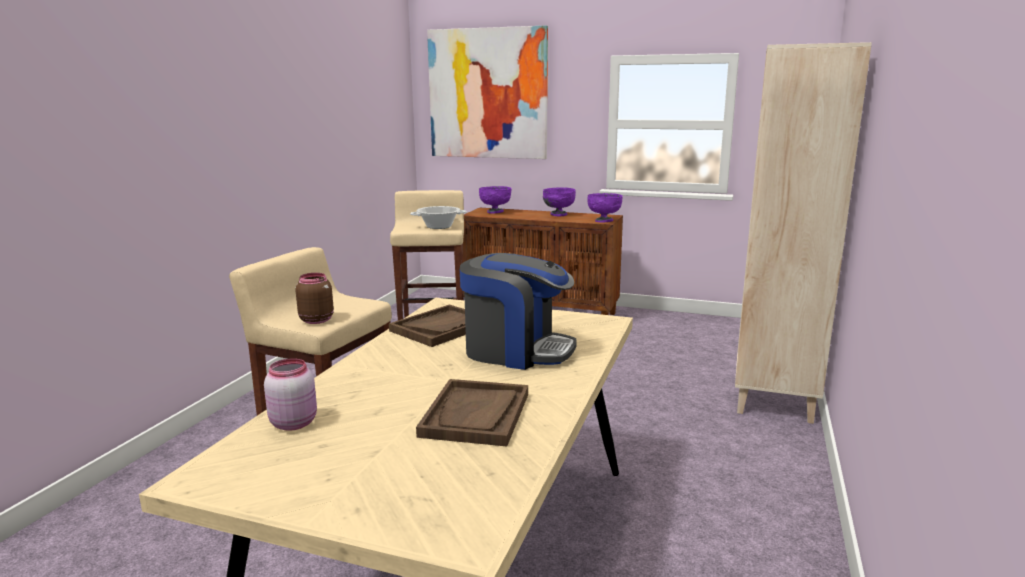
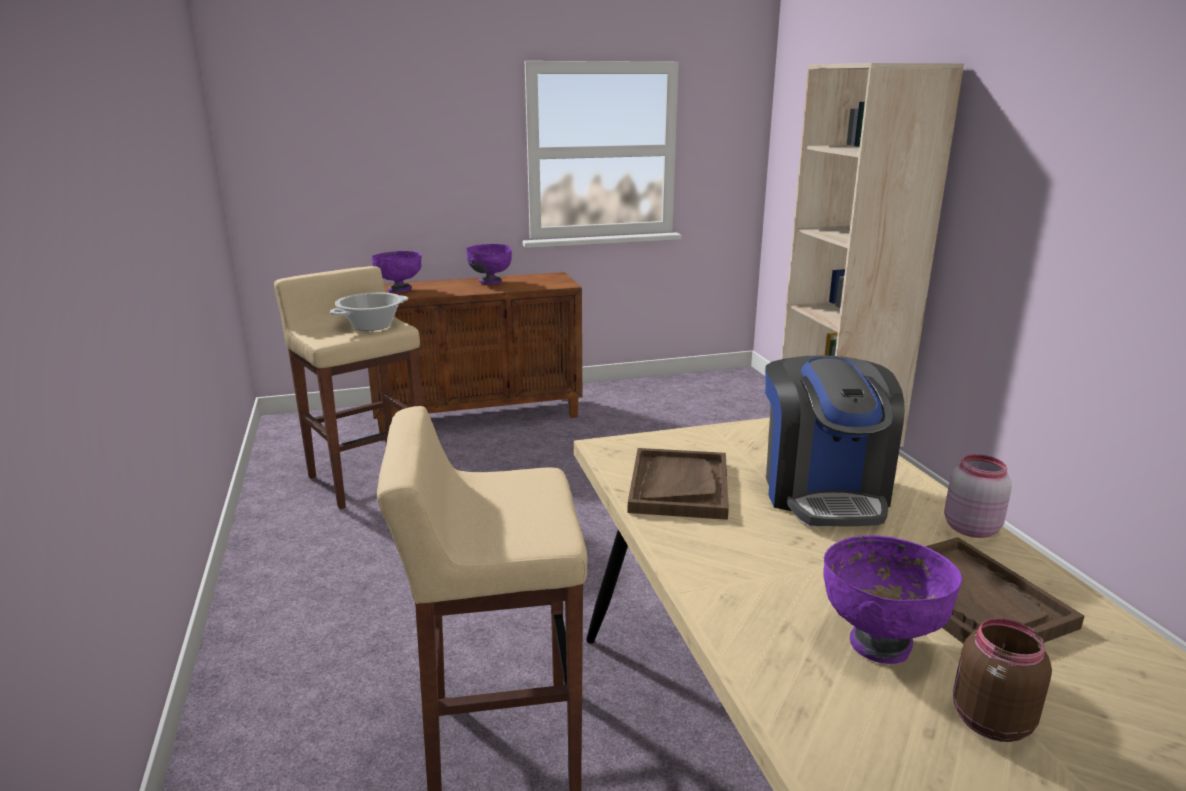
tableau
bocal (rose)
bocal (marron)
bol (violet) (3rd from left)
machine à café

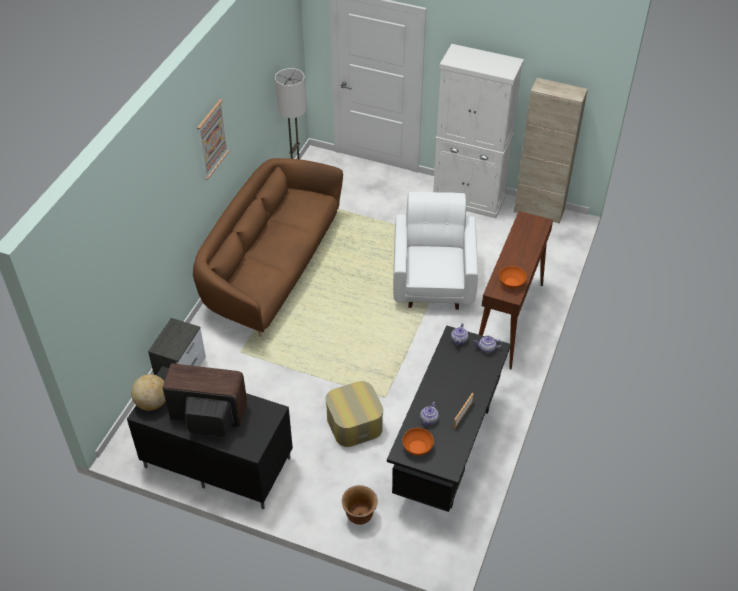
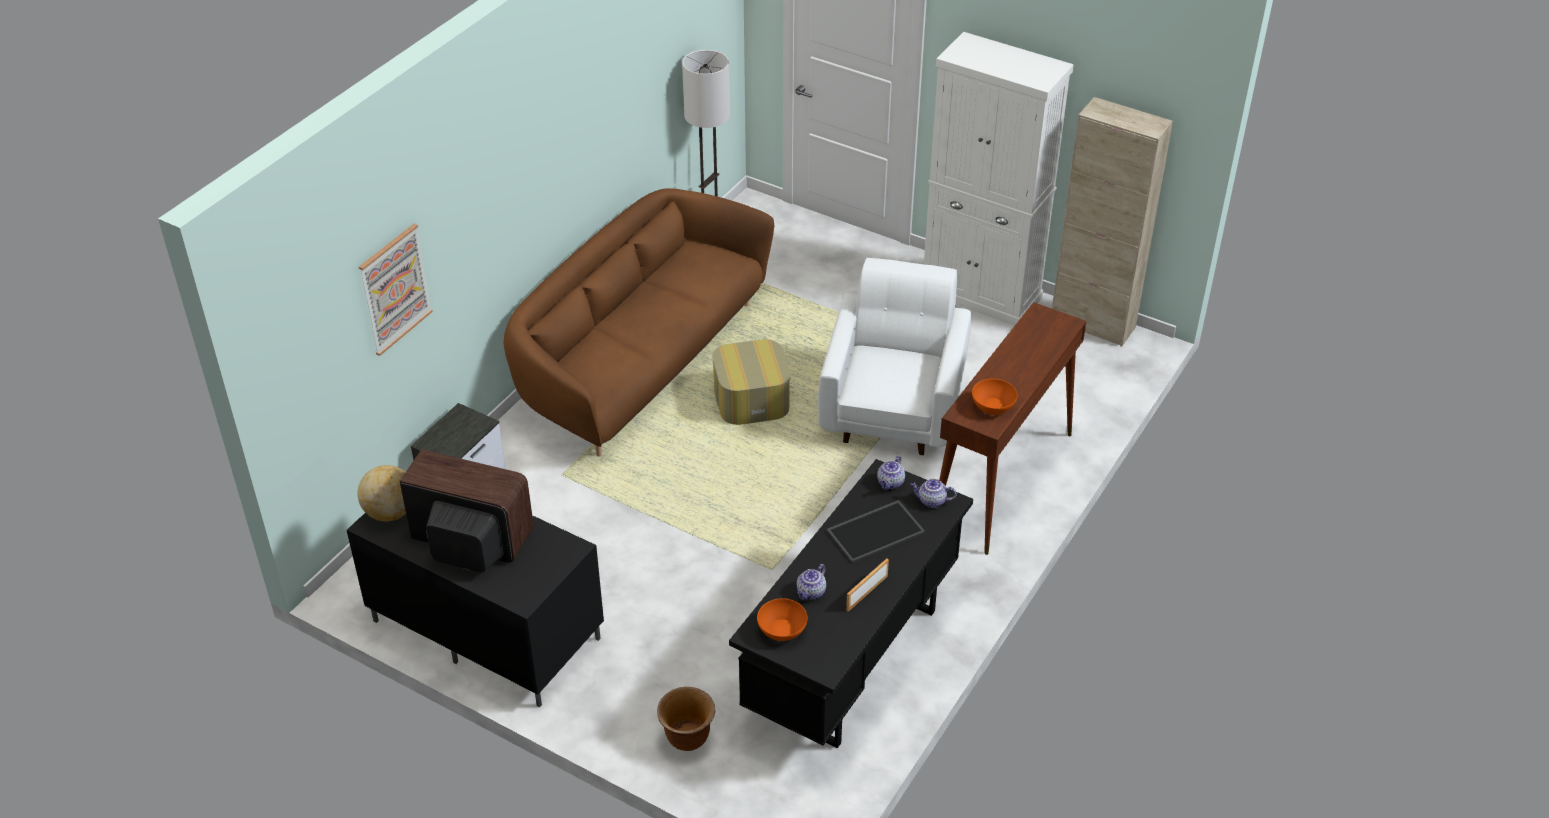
plateau
tableau
pouf

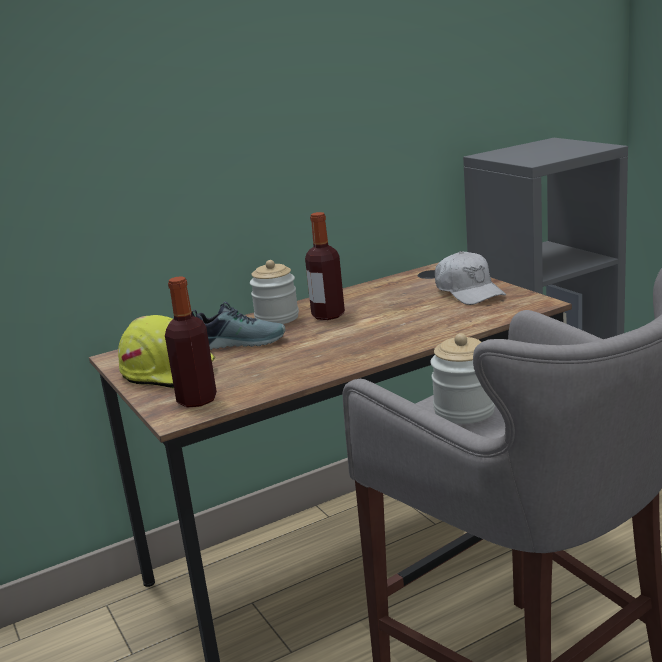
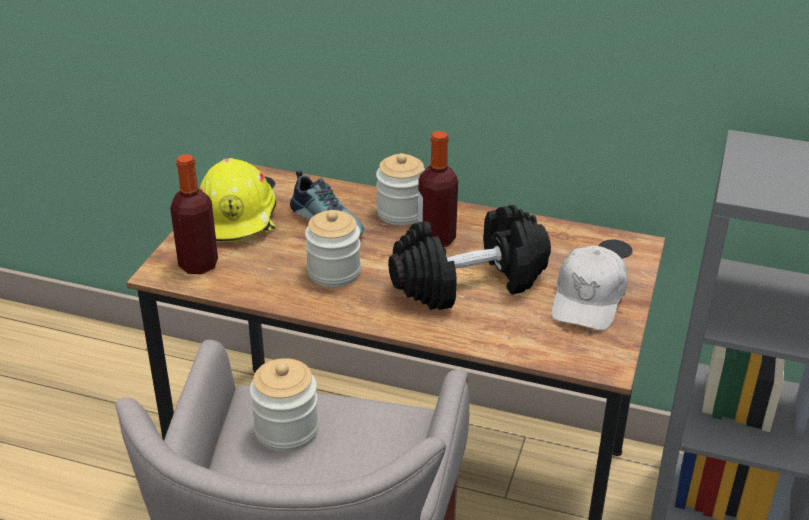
bocal (2nd from left)
haltère (noir)

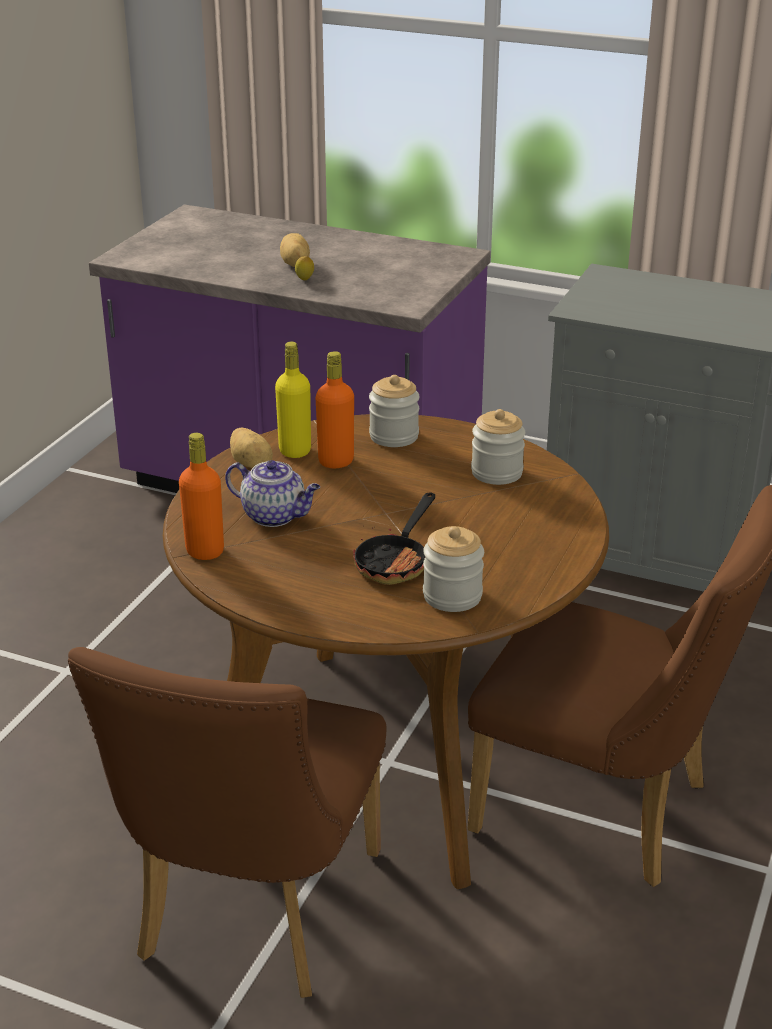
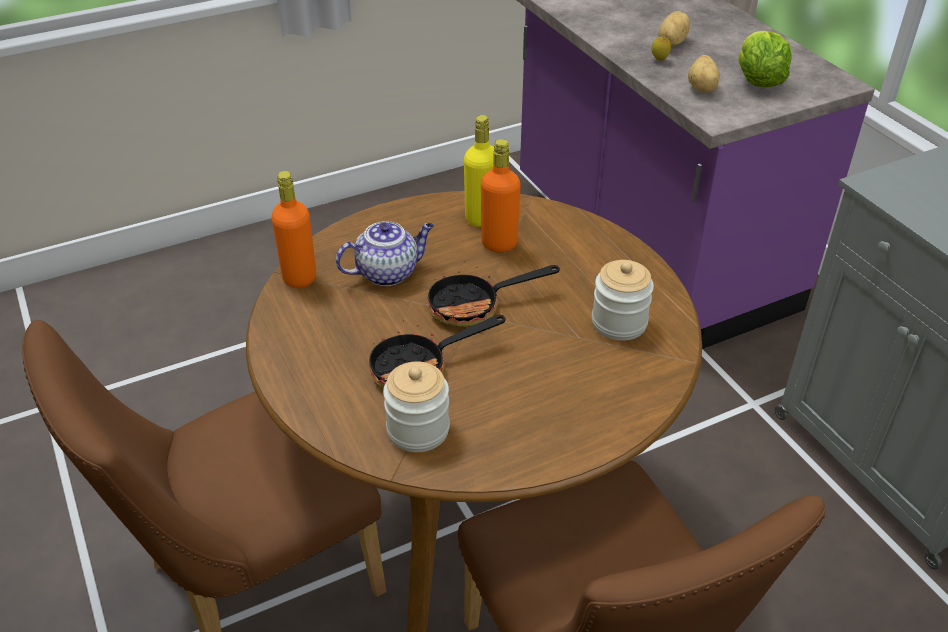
bocal (1st from left in the first image)
poêle (2nd from left)
laitue
pomme de terre (2nd from left)
théière

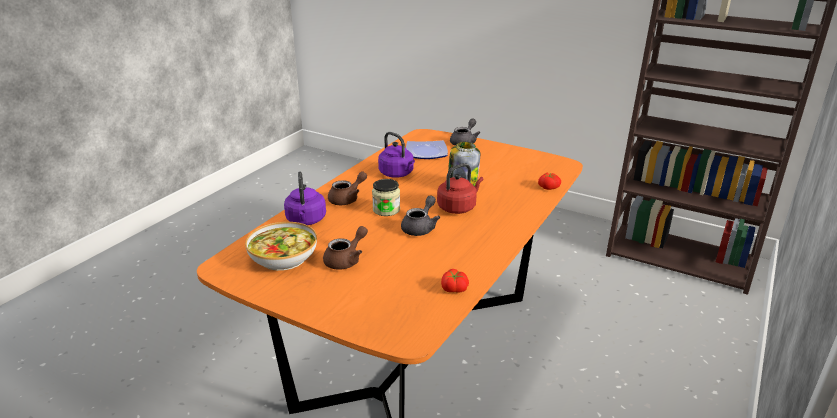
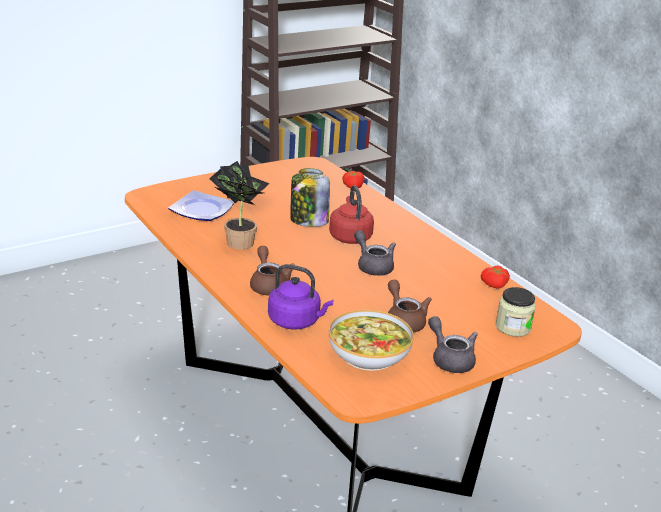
bocal (2nd from left)
théière (gris) (2nd from left)
plante en pot

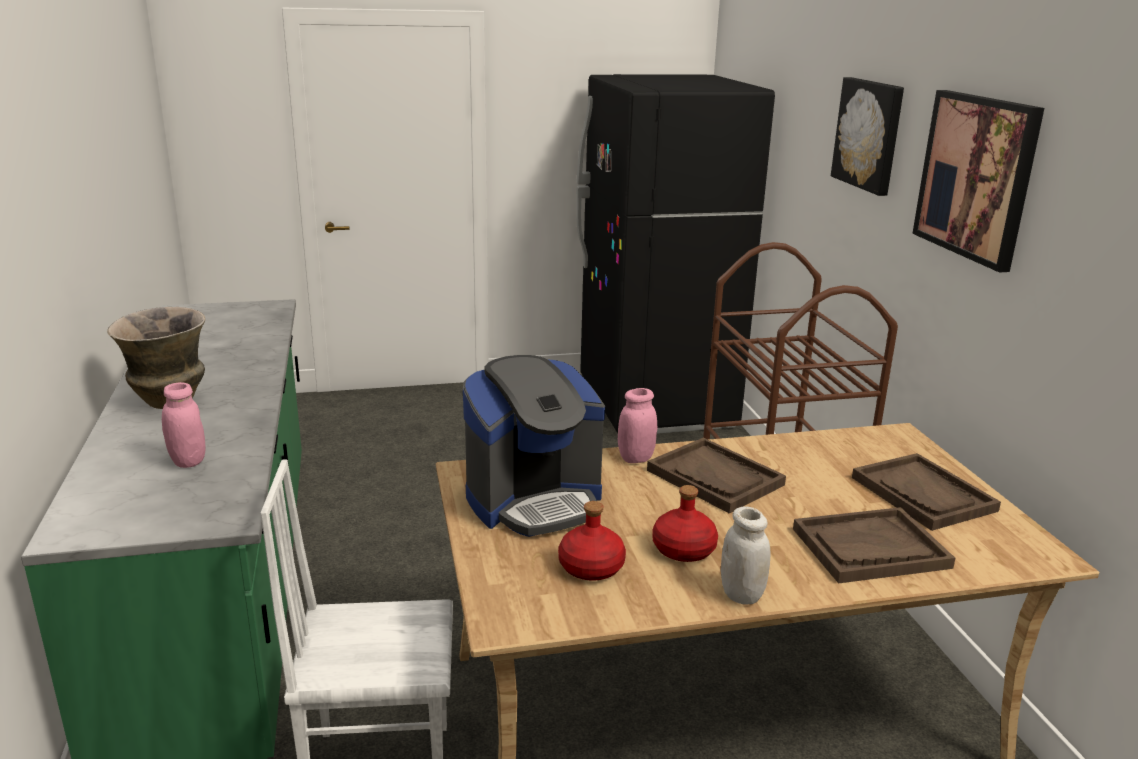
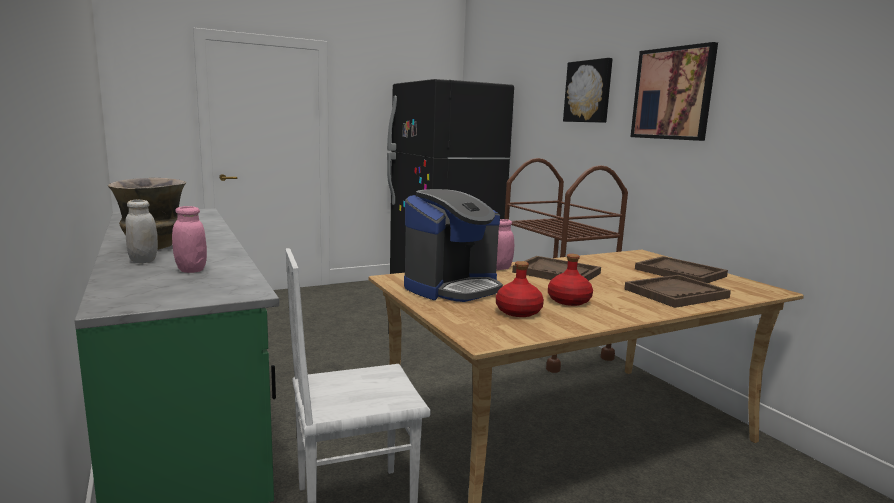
bocal (blanc)

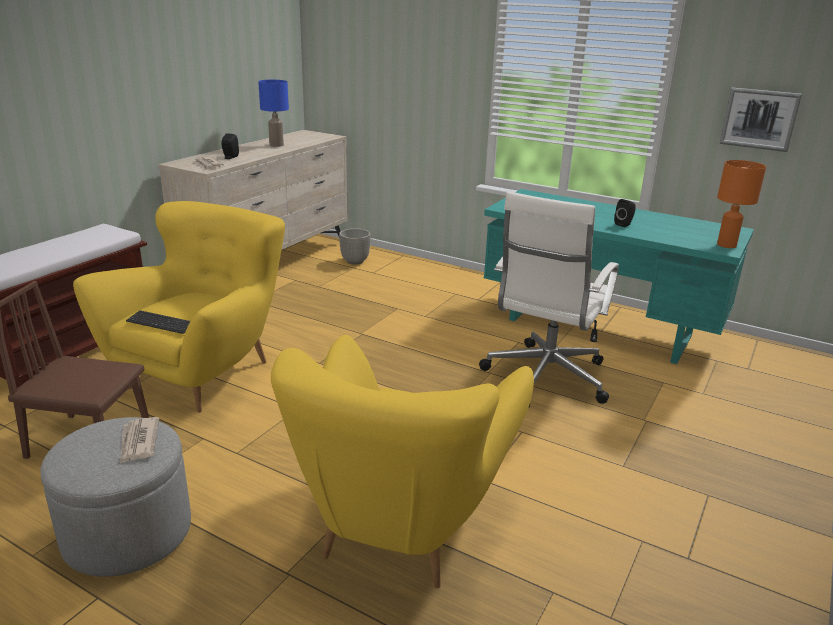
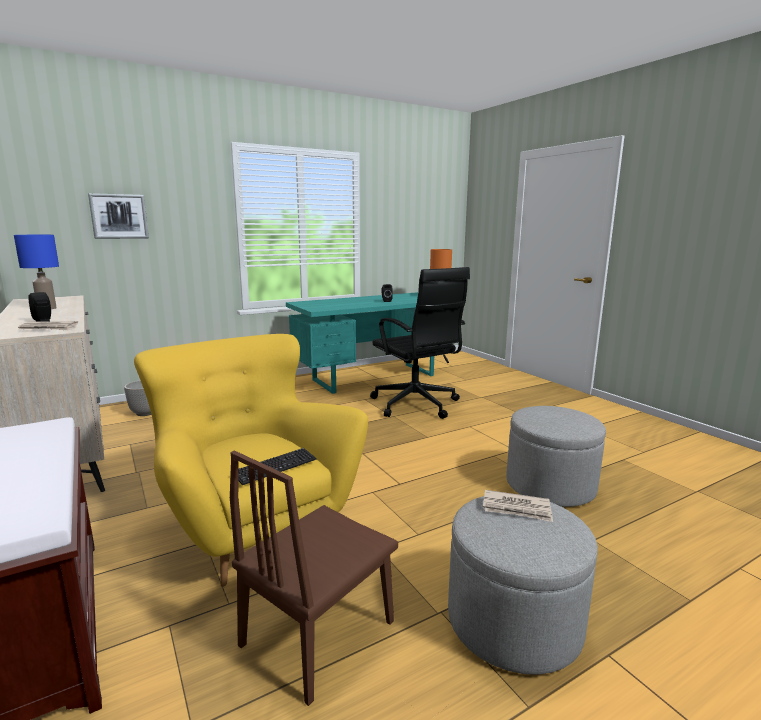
tableau
pouf (gris) (2nd from left)
chaise de bureau (noir)

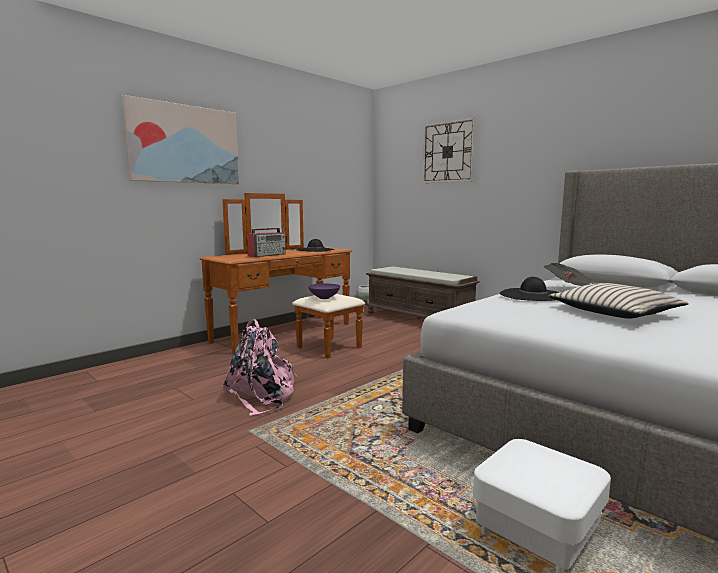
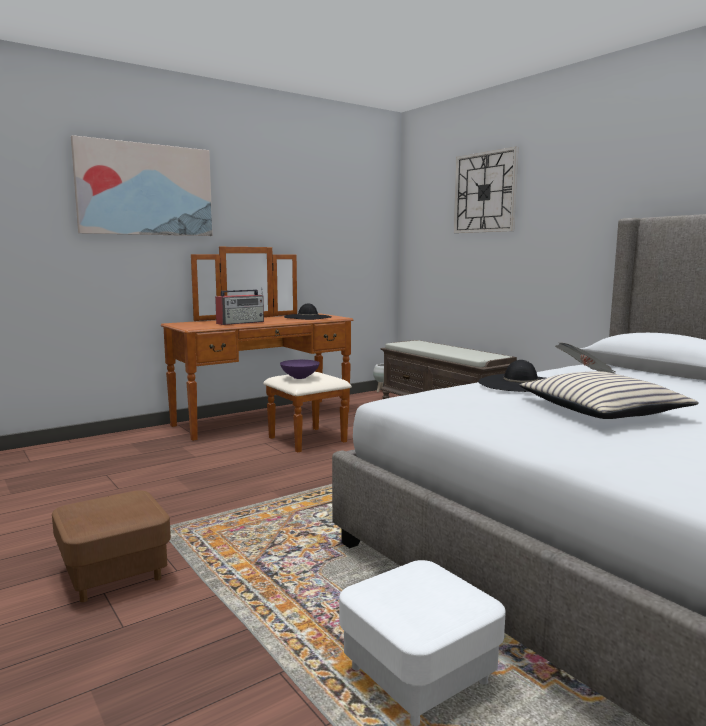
sac à dos (rose)
pouf (marron)

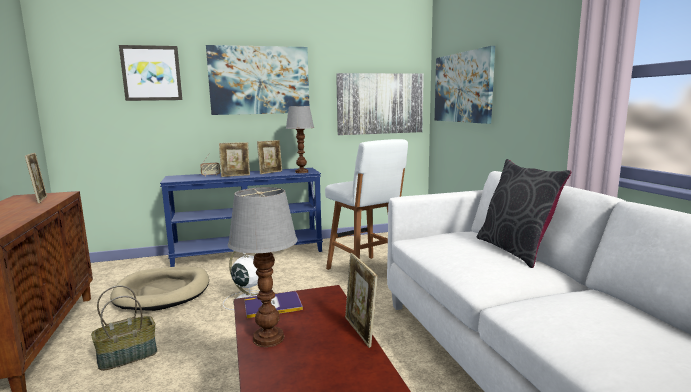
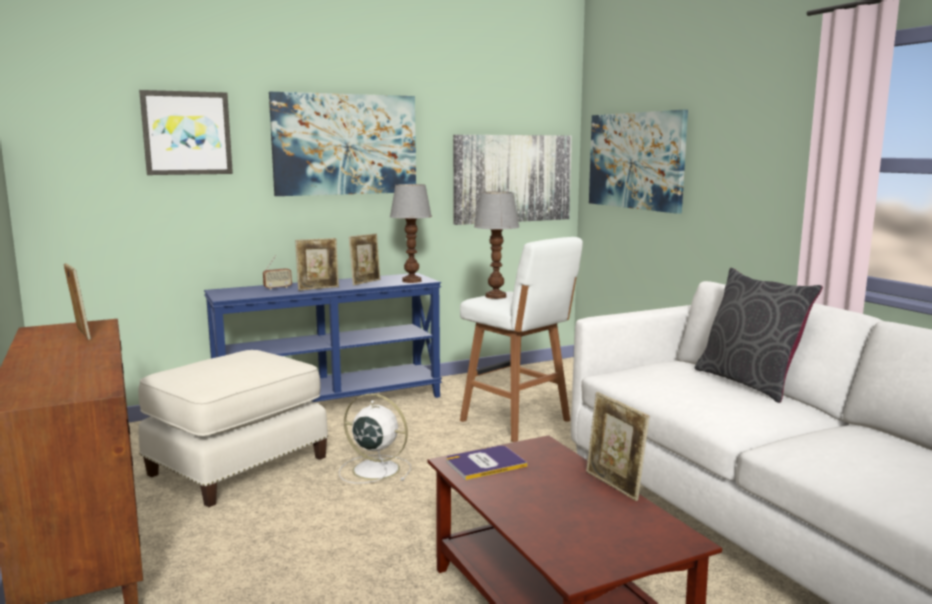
panier
lampe de table (2nd from left)
pouf (blanc)

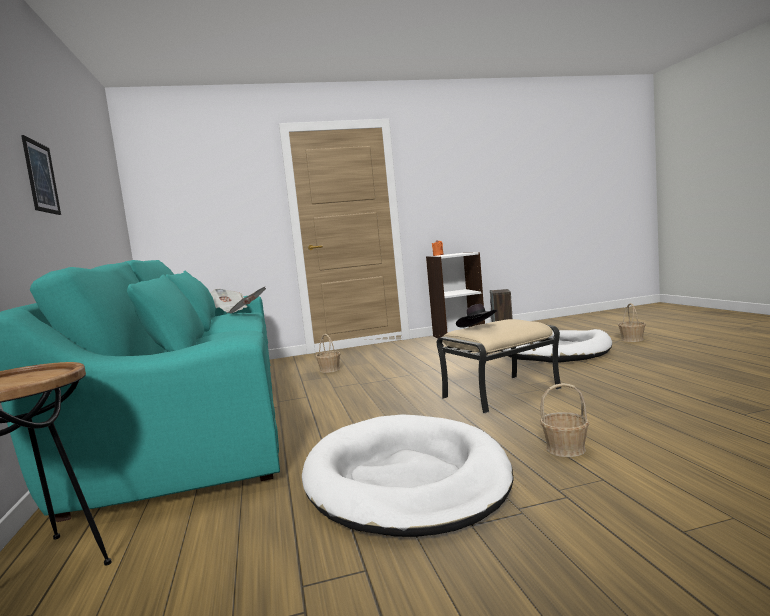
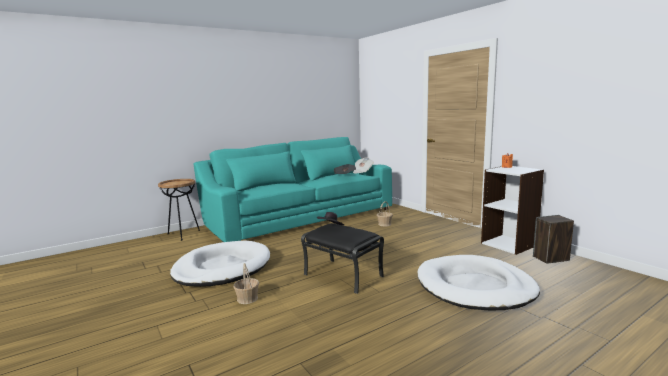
tableau
panier (3rd from left in the first image)
pouf (noir)

